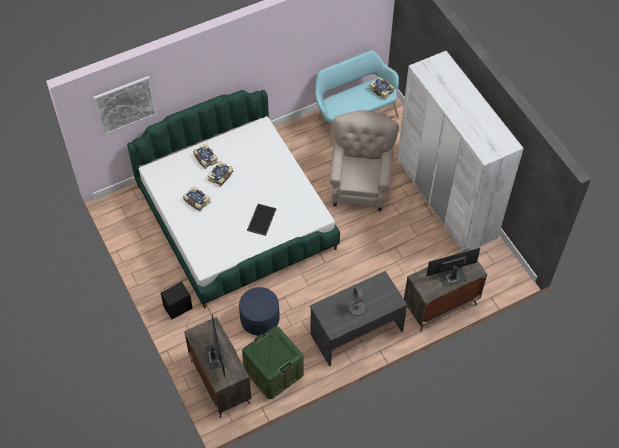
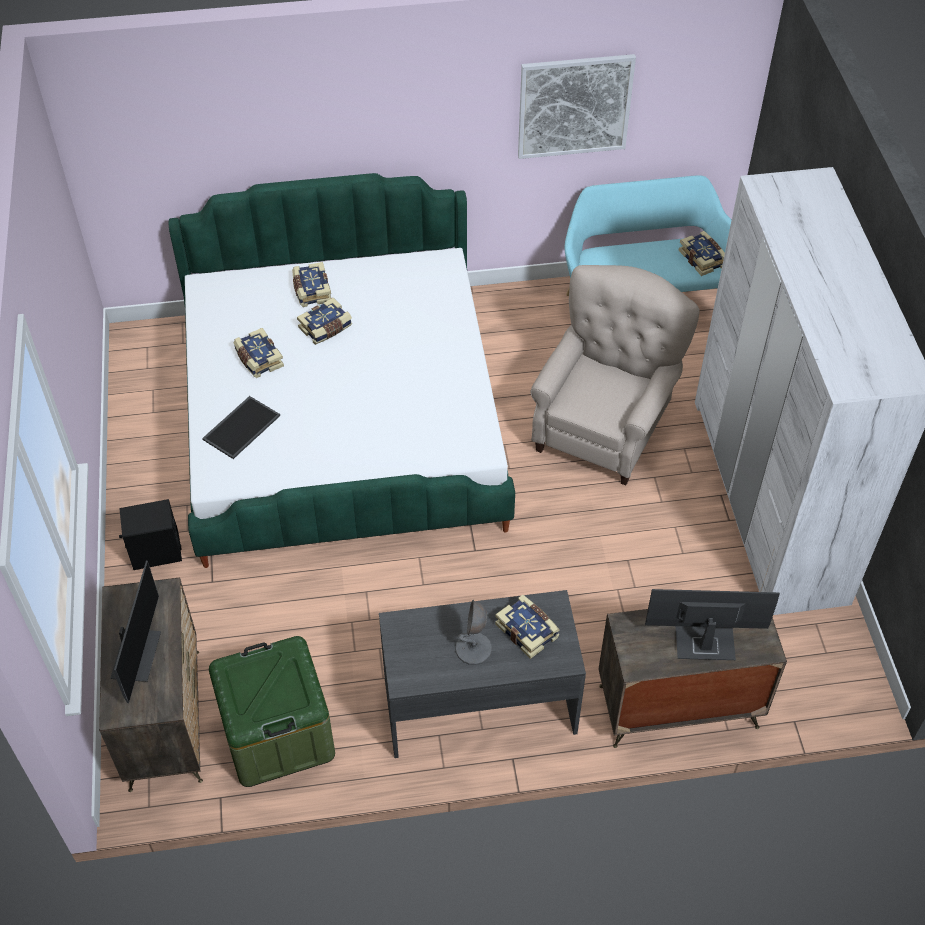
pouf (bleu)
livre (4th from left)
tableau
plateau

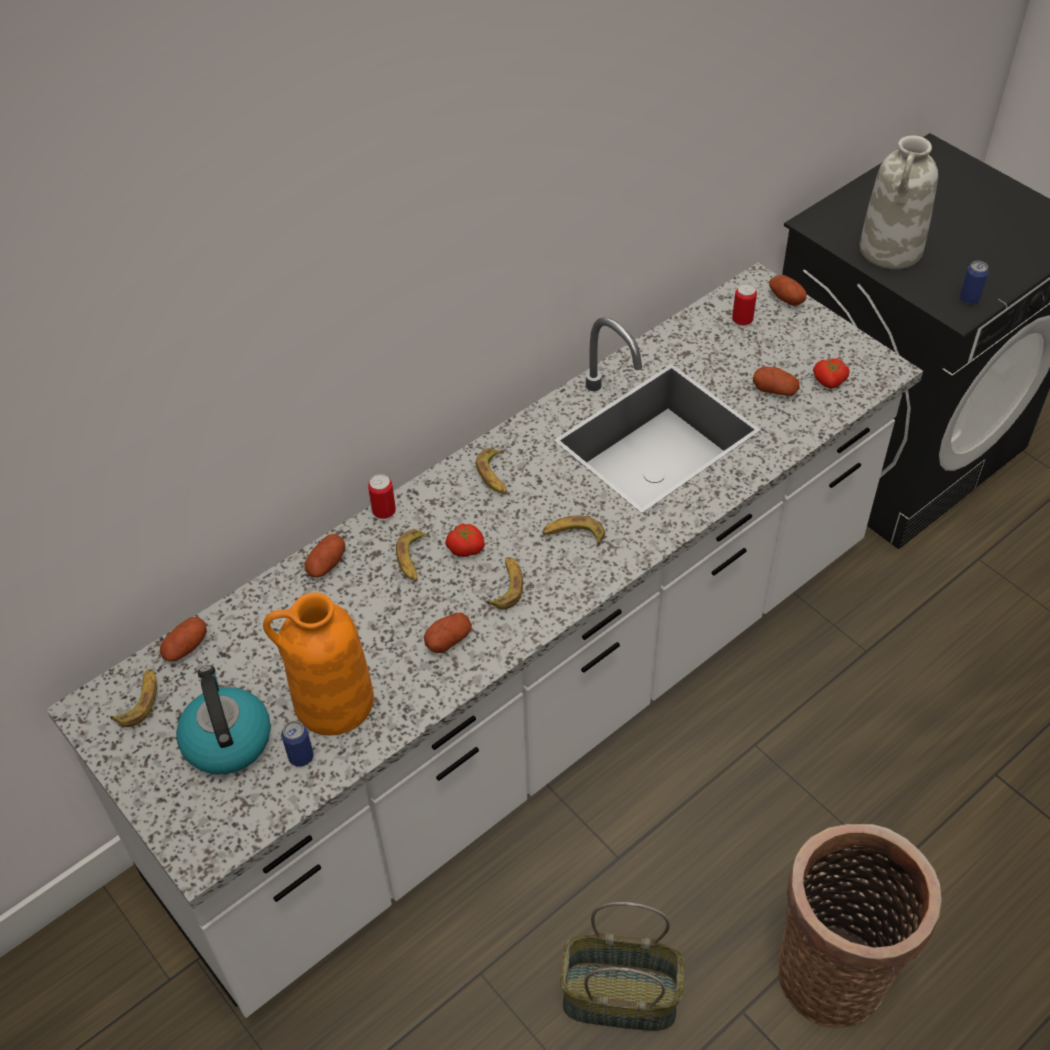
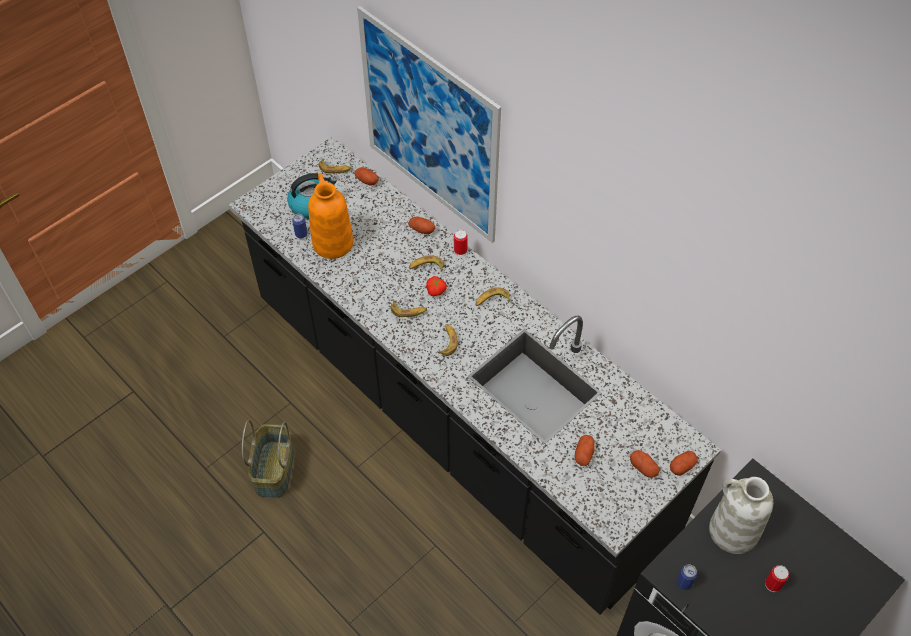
panier (2nd from left in the first image)
tomate (2nd from left in the first image)
tableau
pomme de terre (4th from left)
boîte métallique (4th from left)
comptoir de cuisine (noir)

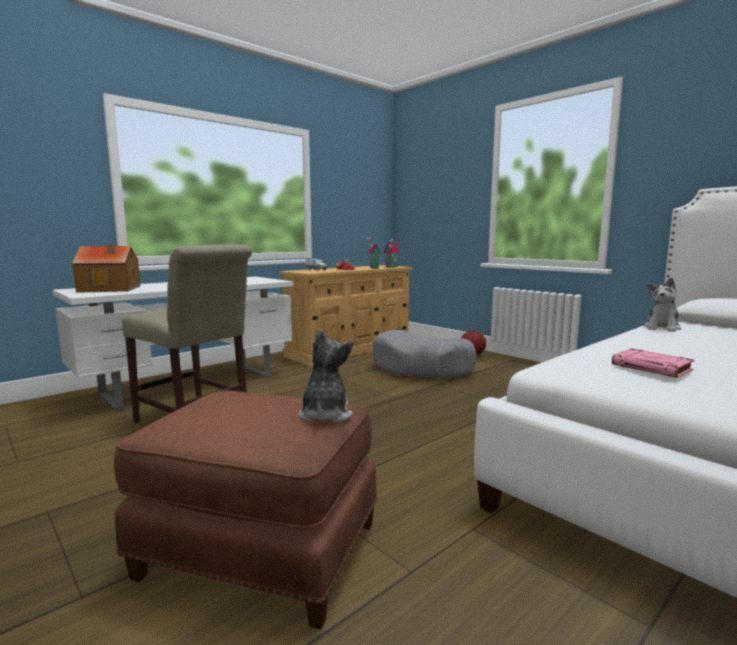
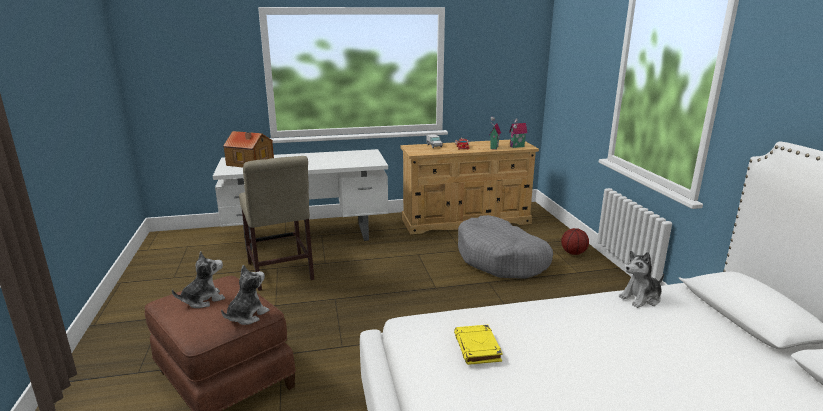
peluche (1st from left)
livre (jaune)

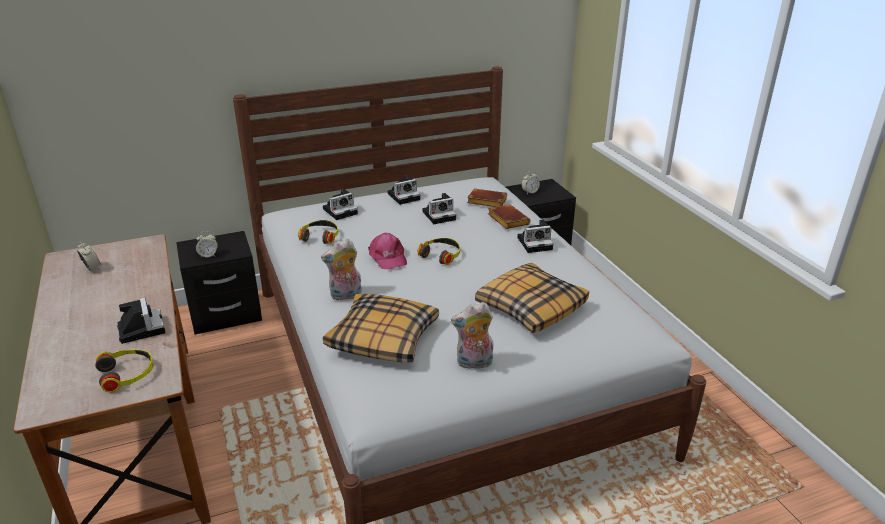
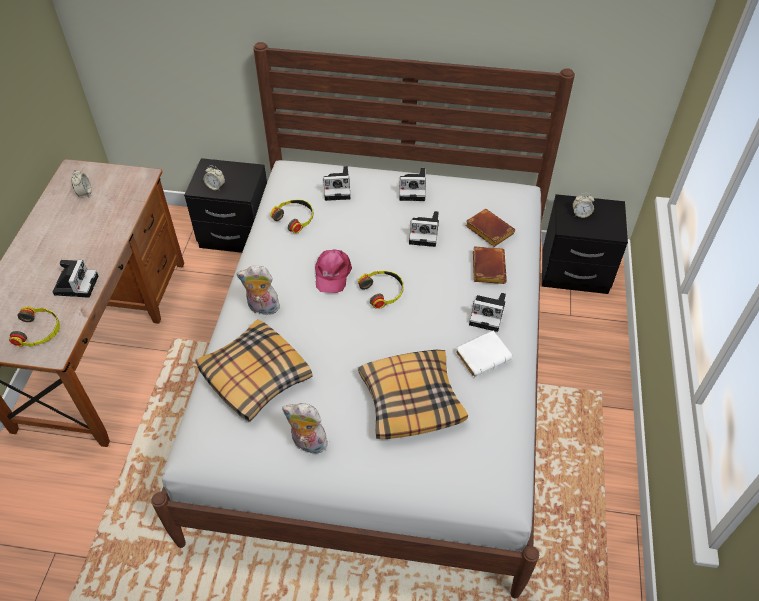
livre (blanc)

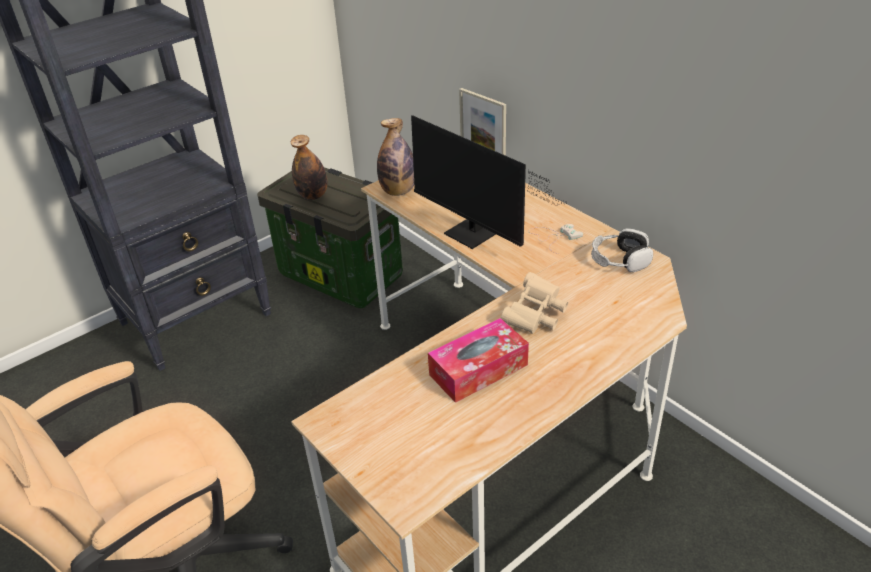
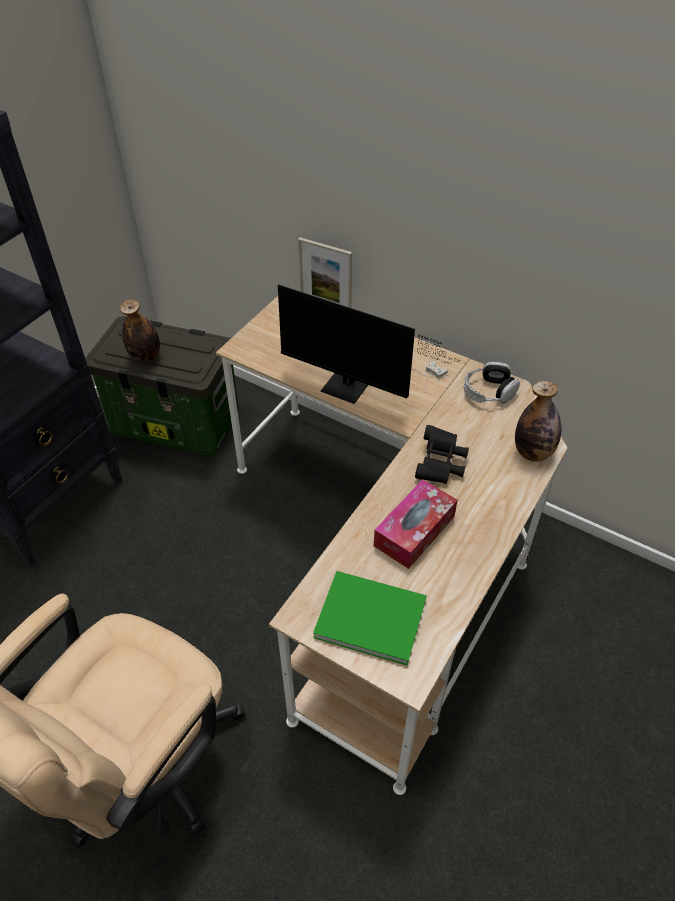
livre (vert)
bouteille (2nd from left)
jumelles (noir)

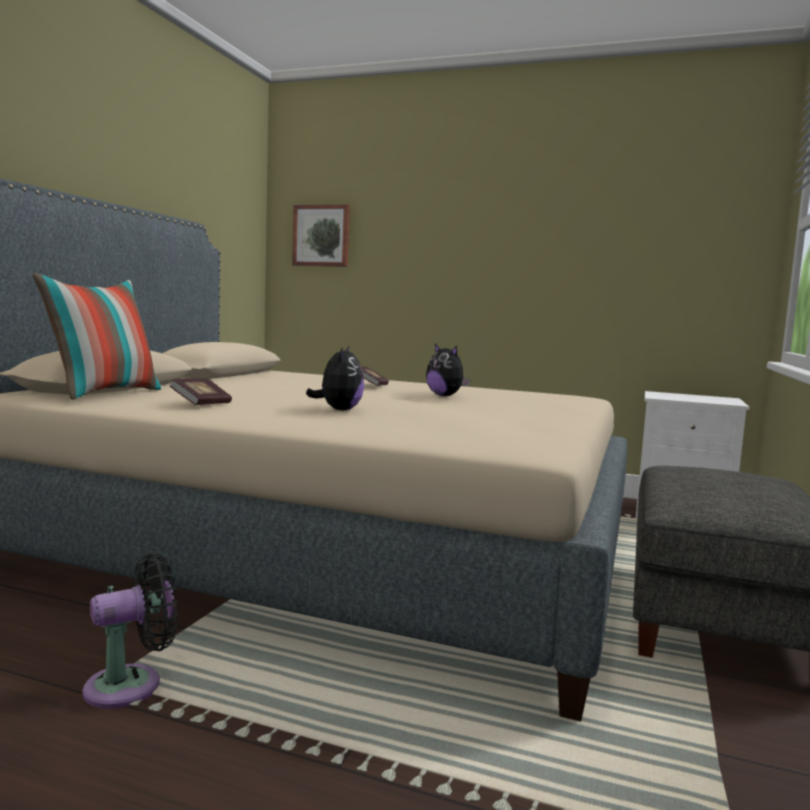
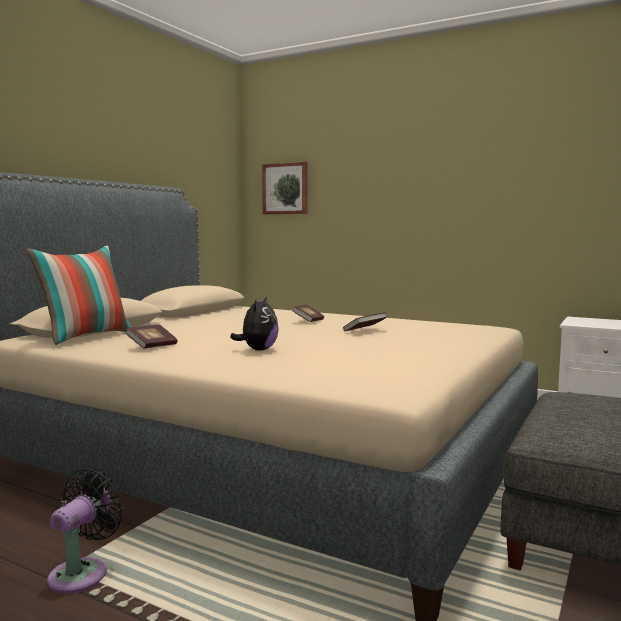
livre (3rd from left)
ventilateur (noir)

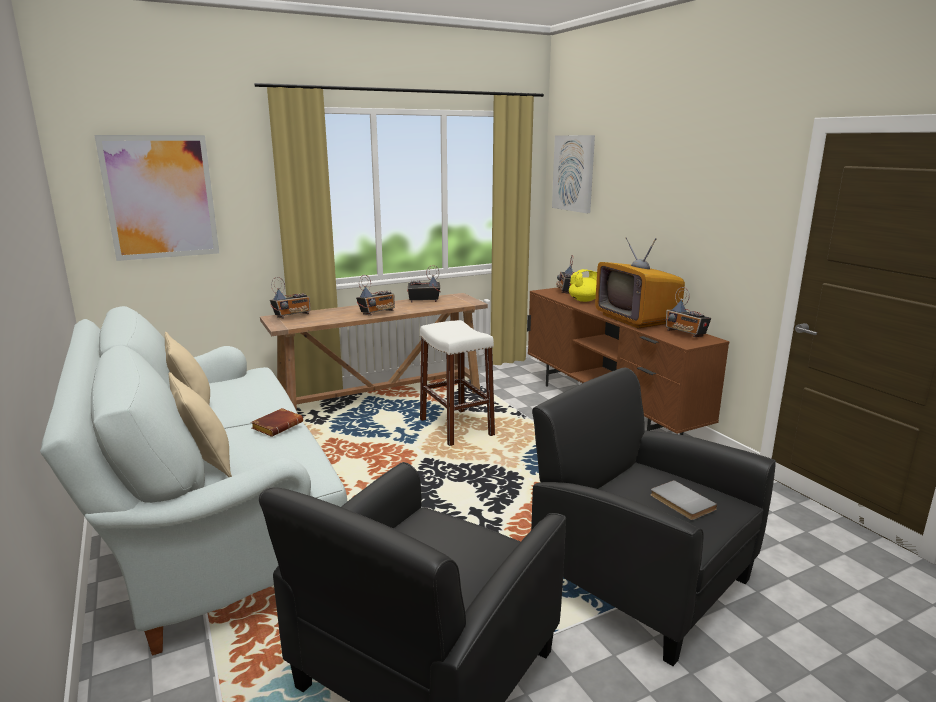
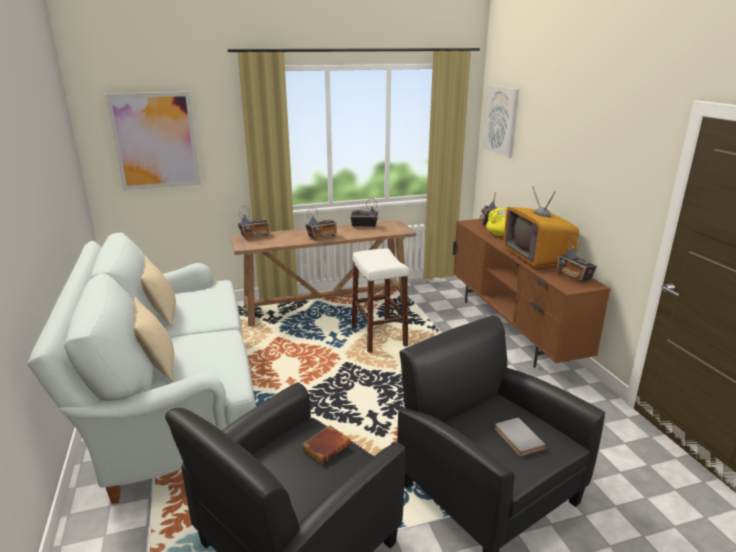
livre (marron)

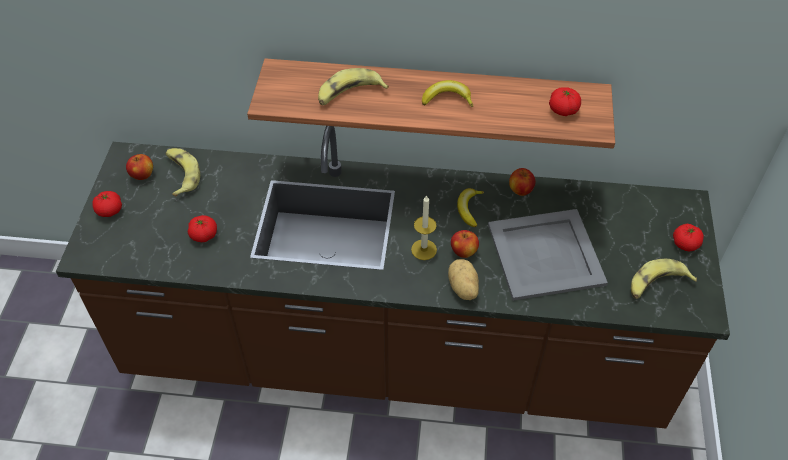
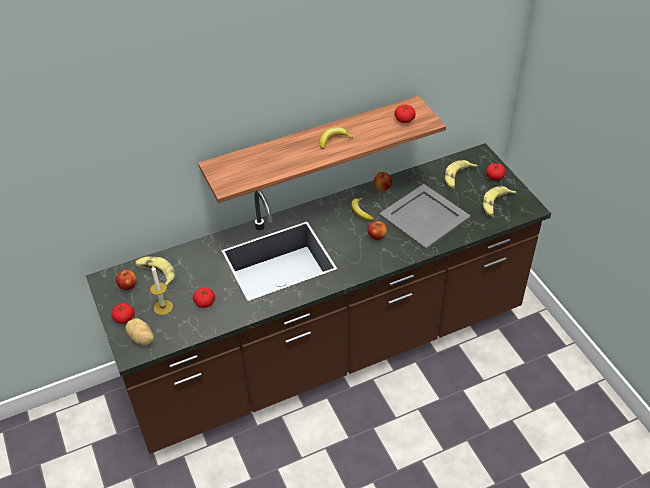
banane (4th from left)
bougie
pomme de terre

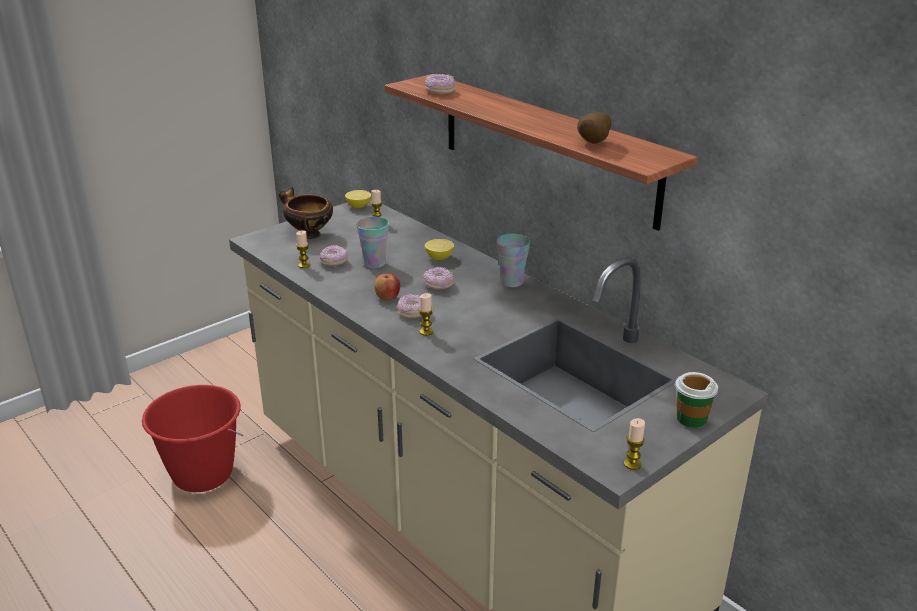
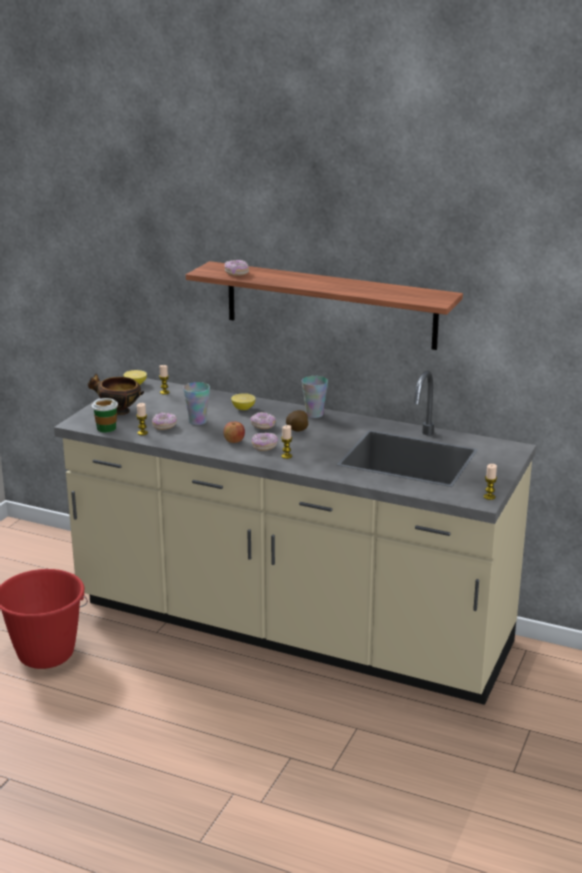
pomme de terre
tasse (1st from left)

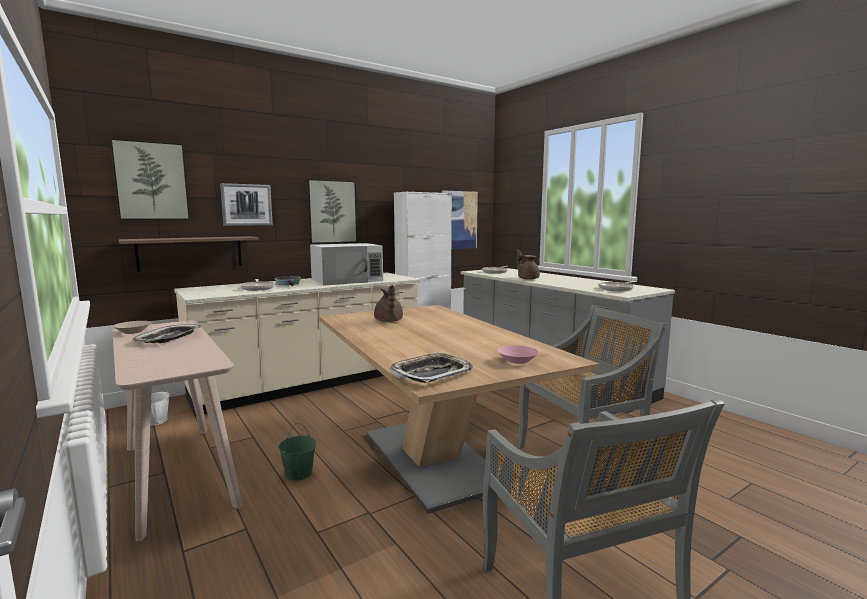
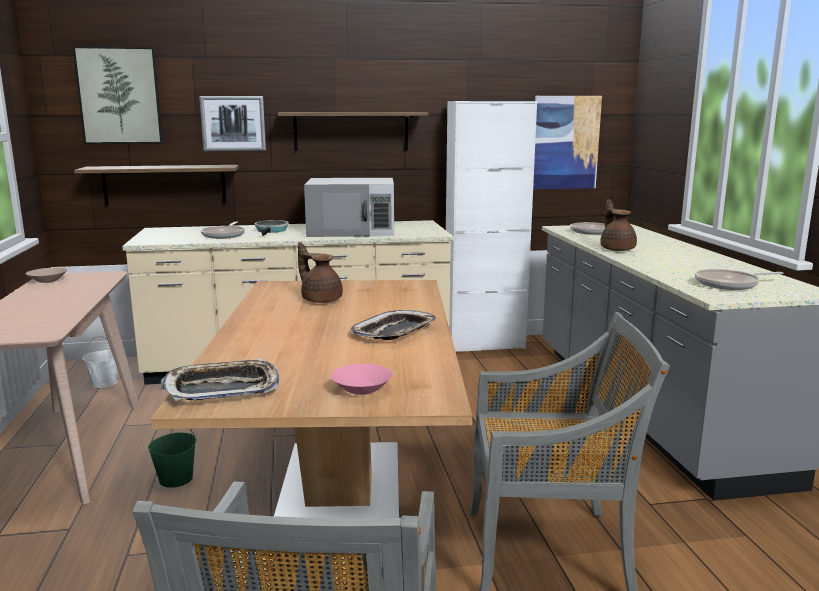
plateau (2nd from left)
étagère (2nd from left)
théière (marron) (1st from left)

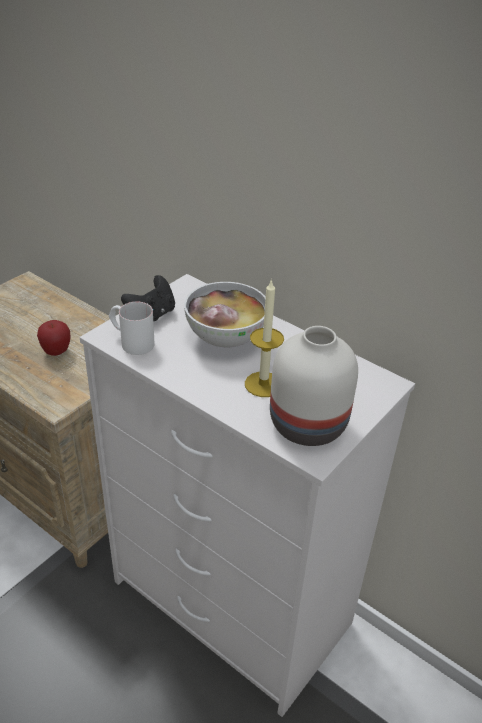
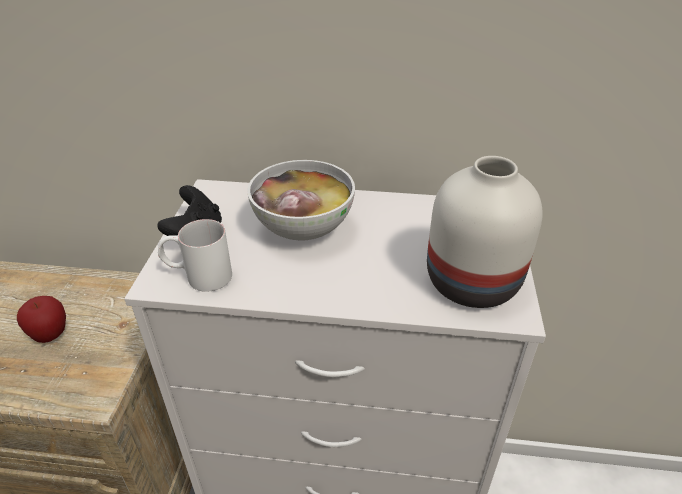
bougie

